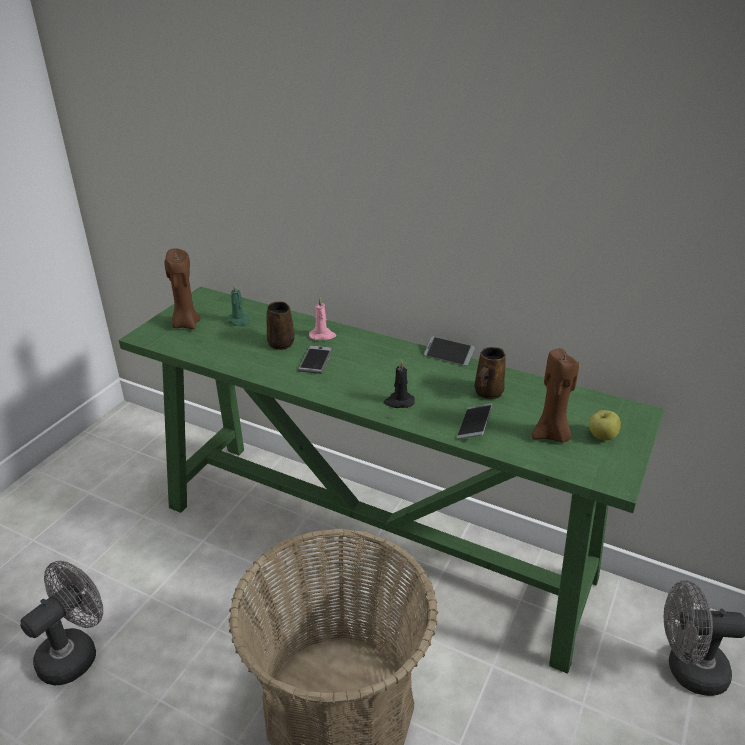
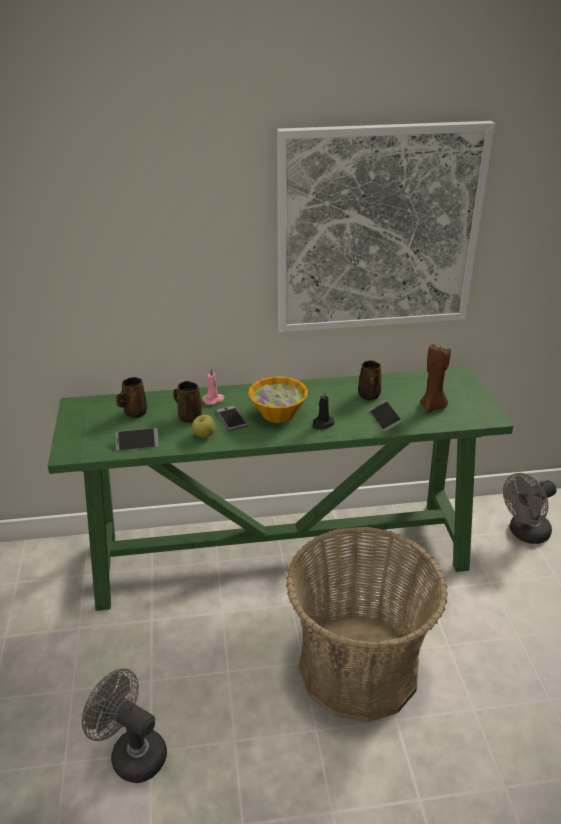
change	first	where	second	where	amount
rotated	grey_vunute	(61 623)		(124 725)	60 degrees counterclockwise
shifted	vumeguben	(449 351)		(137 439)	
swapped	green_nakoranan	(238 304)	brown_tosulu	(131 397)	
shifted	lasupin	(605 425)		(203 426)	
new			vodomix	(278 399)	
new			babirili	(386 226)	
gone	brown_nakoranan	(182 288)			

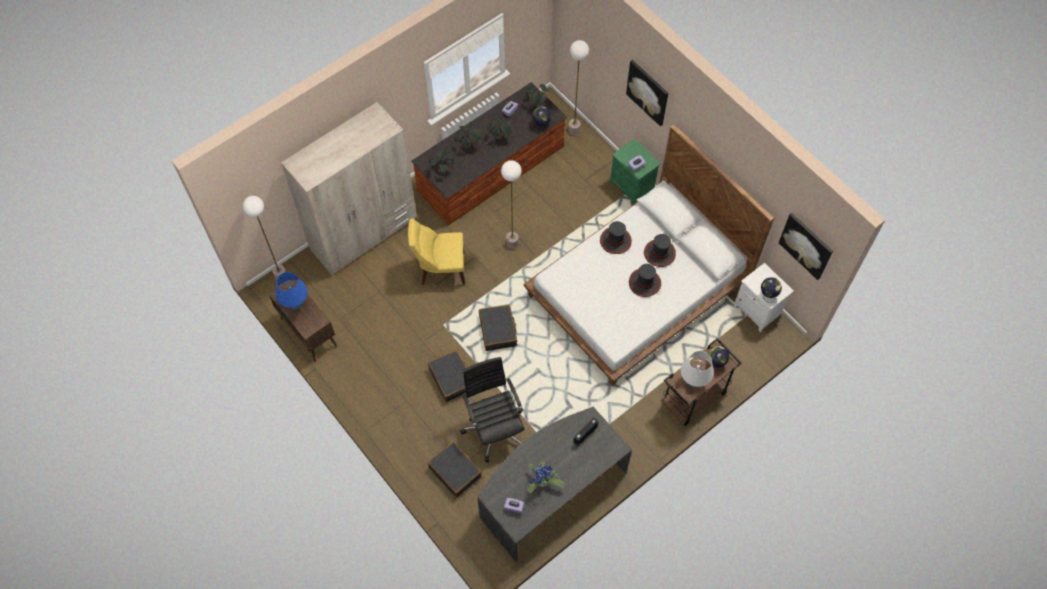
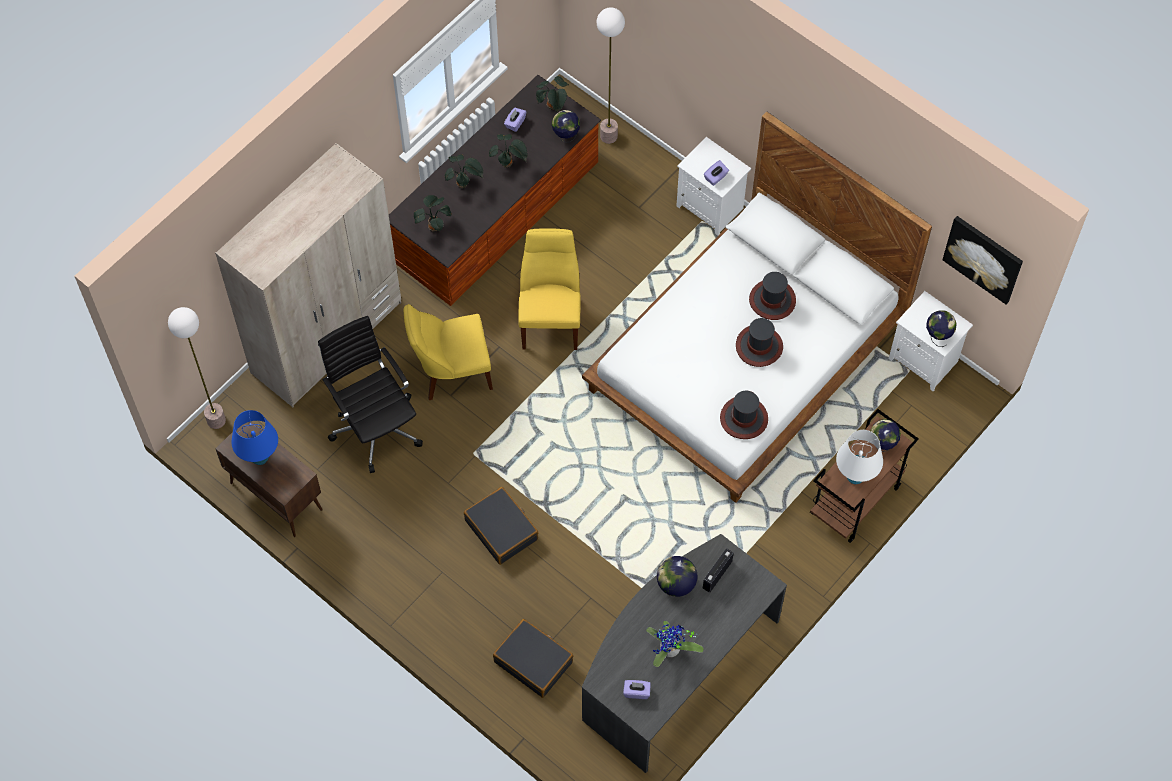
change	first	where	second	where	amount
shifted	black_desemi	(492 409)		(370 394)	
swapped	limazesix	(511 204)	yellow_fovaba	(549 289)	
new			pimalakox	(677 576)	
repainted	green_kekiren	(635 172)	white_kekiren	(713 186)	
shifted	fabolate	(616 237)		(744 414)	
gone	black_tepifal	(498 327)			
gone	babirili	(647 93)			

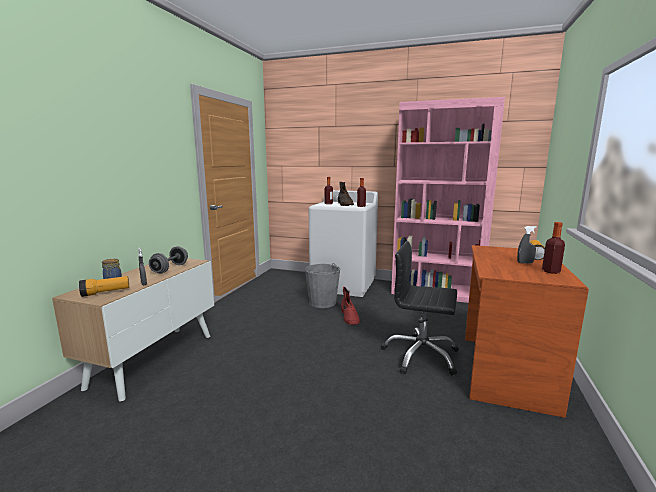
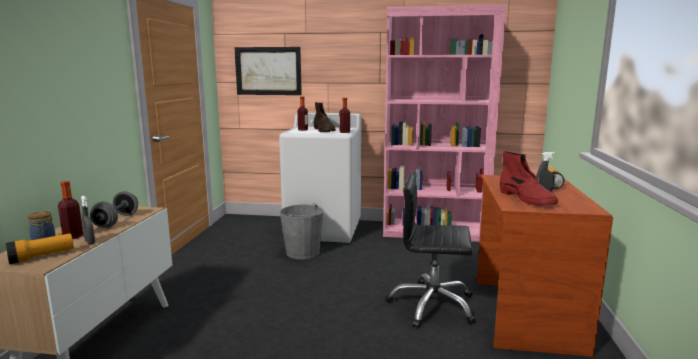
change	first	where	second	where	amount
shifted	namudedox	(553 248)		(70 210)	
new			babirili	(268 71)	
shifted	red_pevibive	(350 306)		(529 178)	

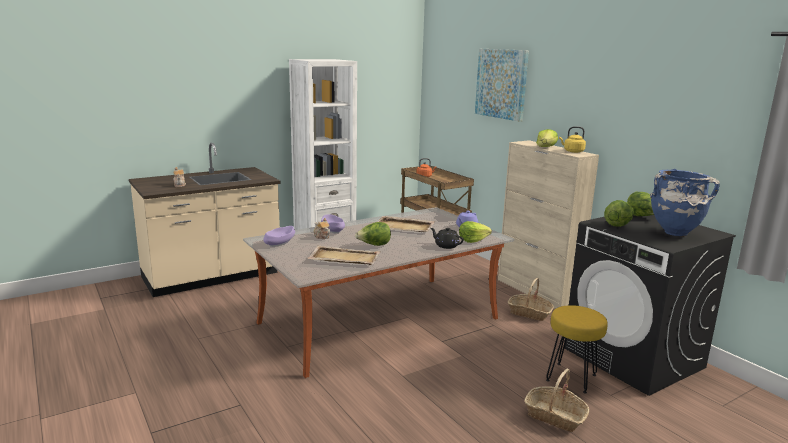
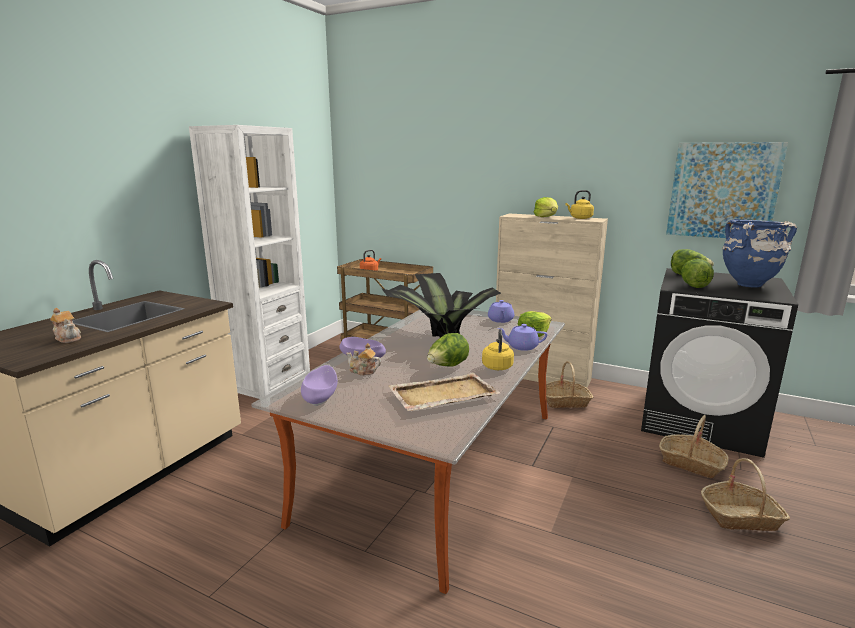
change	first	where	second	where	amount
swapped	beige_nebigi	(406 224)	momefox	(441 305)	
new			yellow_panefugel	(498 349)	
repainted	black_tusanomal	(447 238)	purple_tusanomal	(522 337)	
swapped	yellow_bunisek	(577 349)	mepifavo	(693 446)	
shifted	babirili	(502 85)		(727 190)	

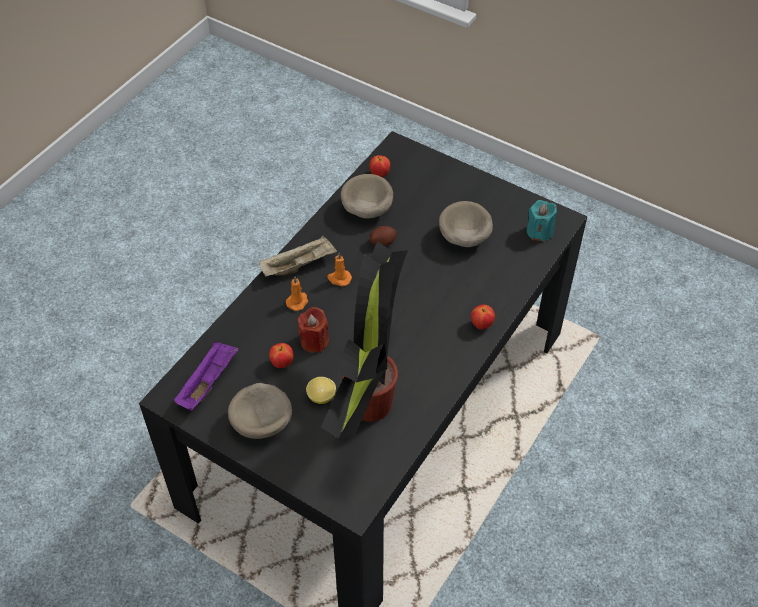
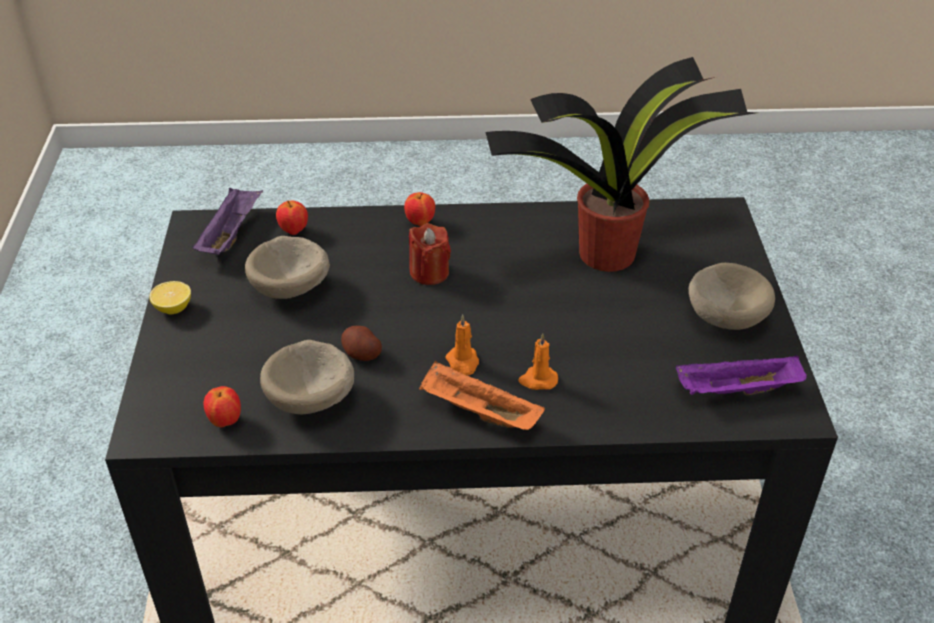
change	first	where	second	where	amount
shifted	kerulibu	(321 390)		(170 298)	
swapped	turquoise_nakoranan	(542 220)	purple_nebigi	(227 221)	
shifted	lasupin	(281 355)		(292 217)	
shifted	red_nakoranan	(313 329)		(430 254)	
repainted	beige_nebigi	(298 256)	orange_nebigi	(482 395)	

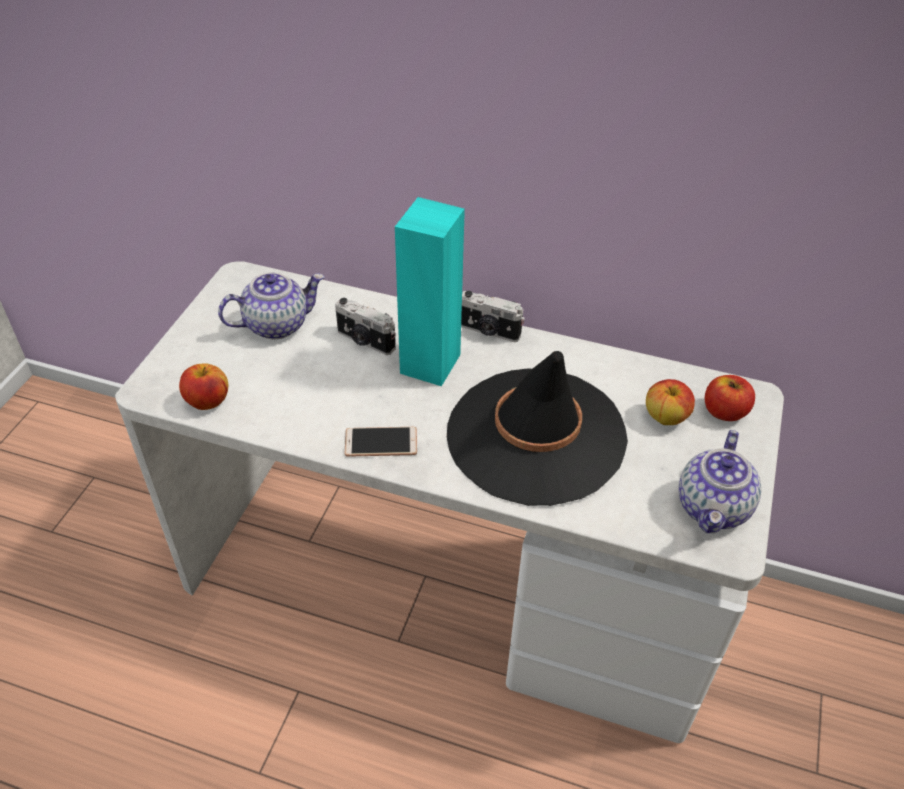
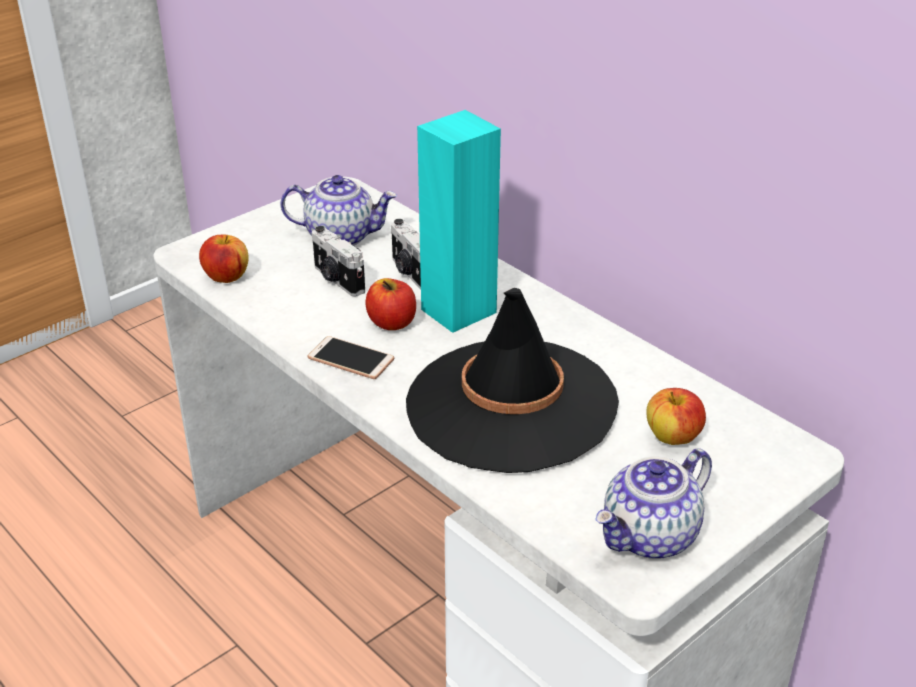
change	first	where	second	where	amount
shifted	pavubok	(493 316)		(338 261)	
shifted	lasupin	(730 398)		(391 304)	

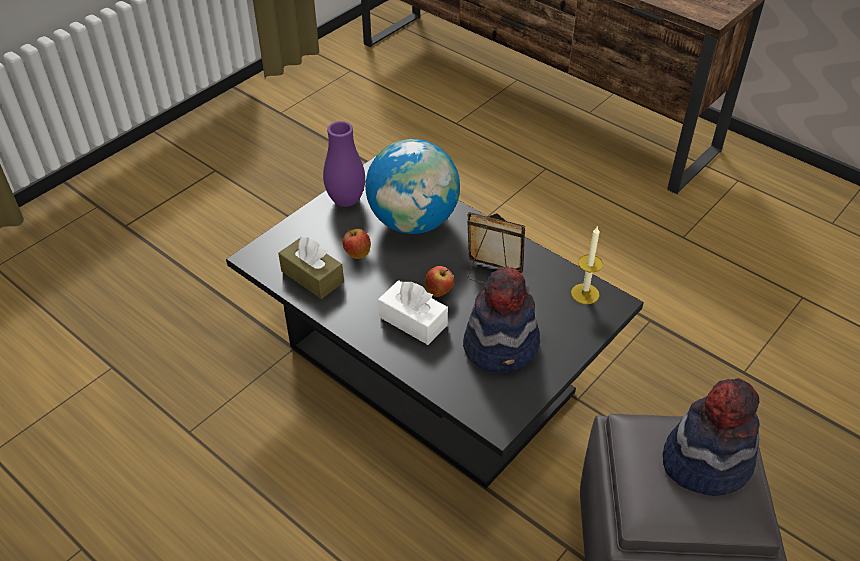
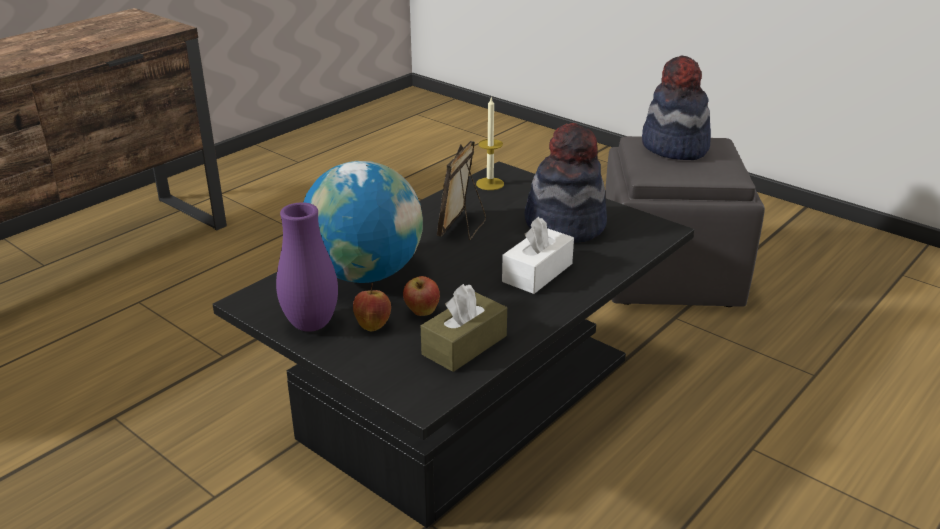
change	first	where	second	where	amount
shifted	lasupin	(439 281)		(372 307)	

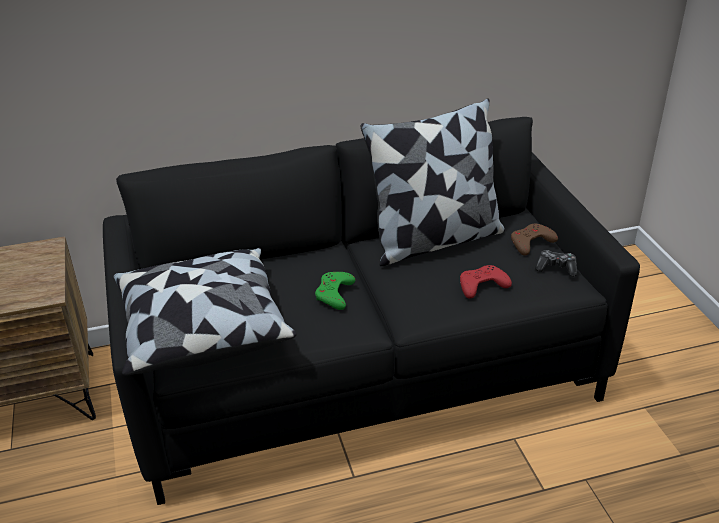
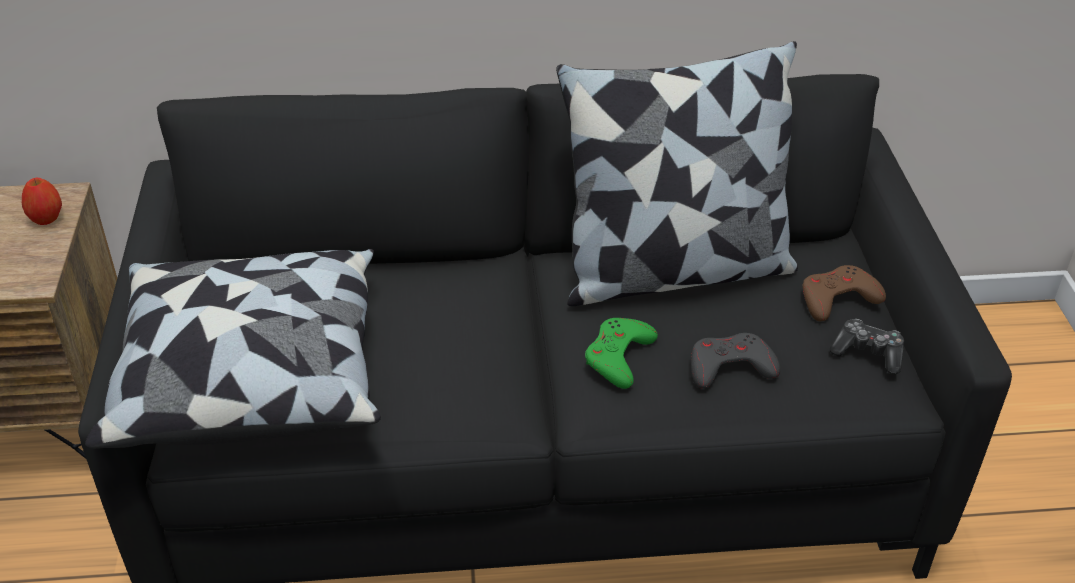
change	first	where	second	where	amount
new			lasupin	(42 201)	
shifted	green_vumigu	(335 291)		(621 353)	
repainted	red_vumigu	(486 281)	grey_vumigu	(735 361)	

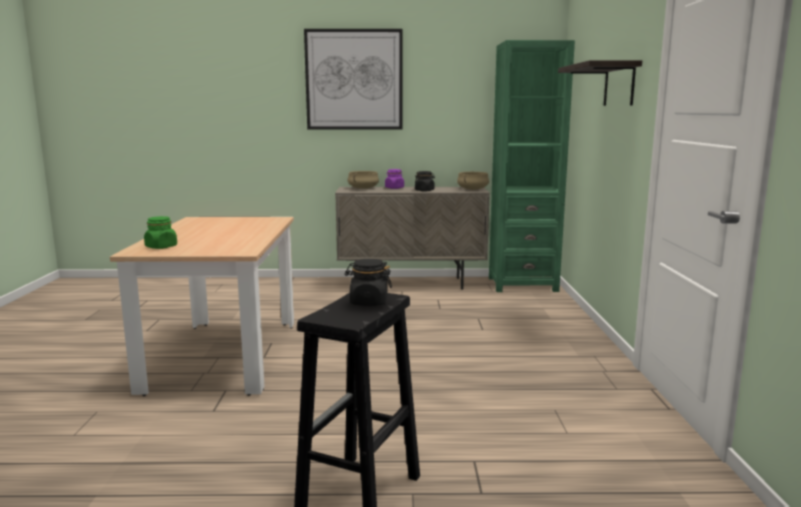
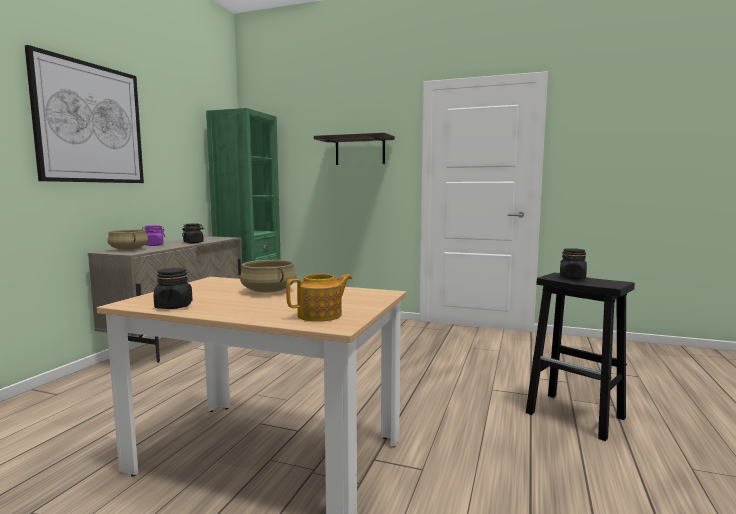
change	first	where	second	where	amount
new			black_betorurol	(173 288)	
shifted	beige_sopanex	(473 181)		(268 276)	
swapped	green_betorurol	(160 232)	tusanomal	(319 298)	

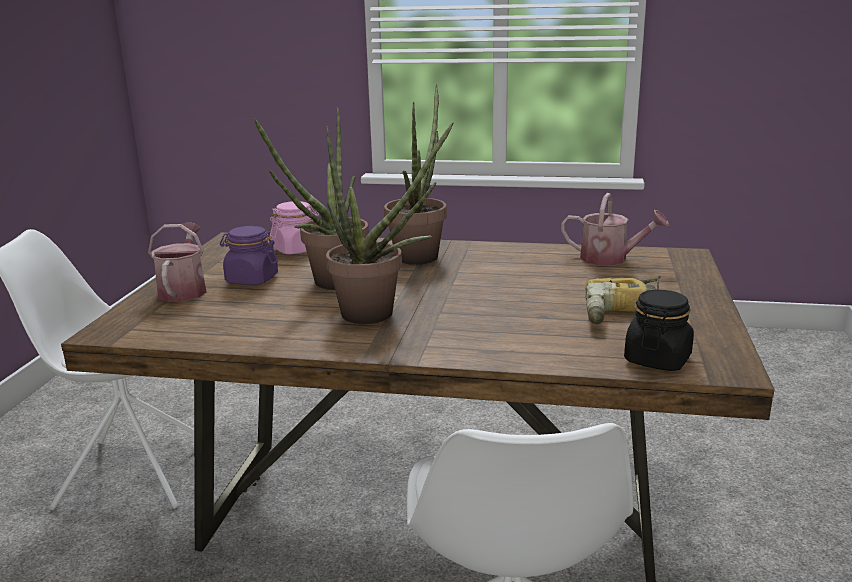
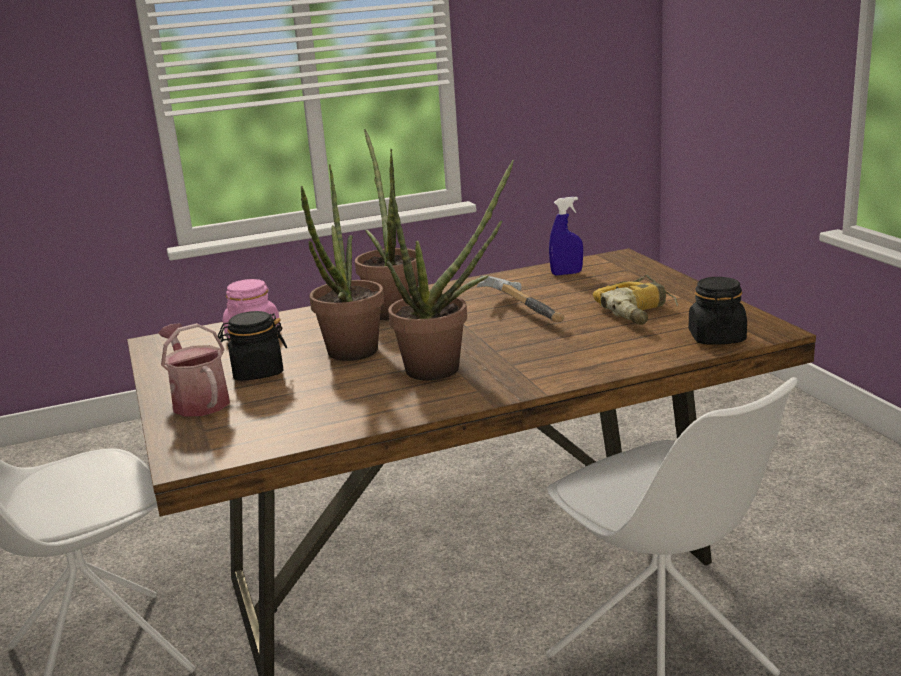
change	first	where	second	where	amount
repainted	purple_betorurol	(249 255)	black_betorurol	(252 346)	
new			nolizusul	(520 298)	
swapped	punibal	(615 229)	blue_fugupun	(566 236)	

